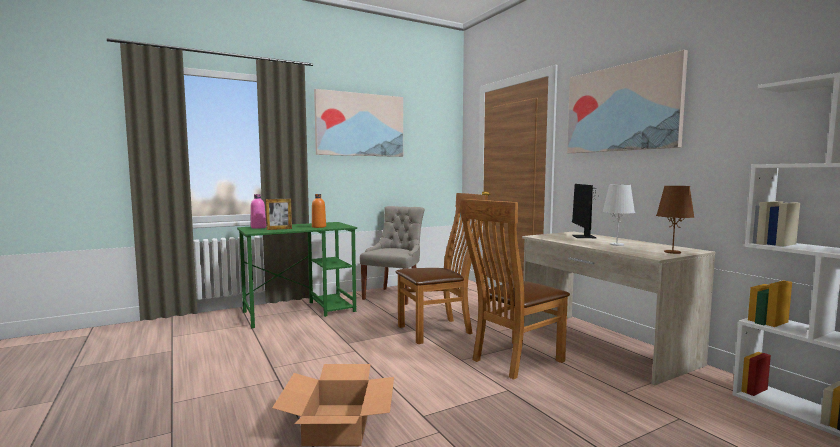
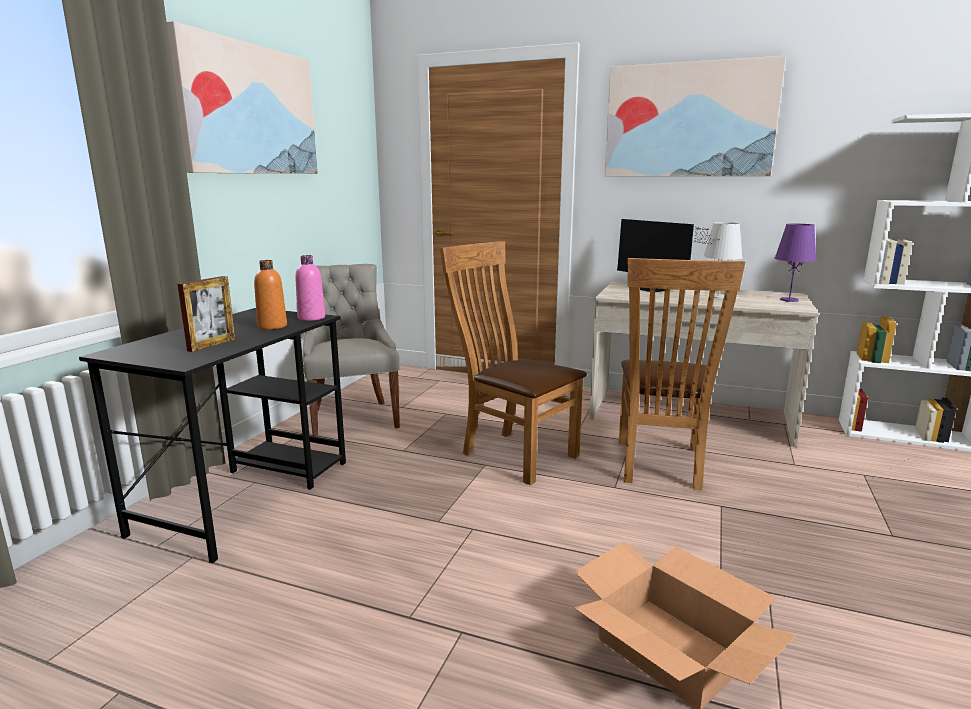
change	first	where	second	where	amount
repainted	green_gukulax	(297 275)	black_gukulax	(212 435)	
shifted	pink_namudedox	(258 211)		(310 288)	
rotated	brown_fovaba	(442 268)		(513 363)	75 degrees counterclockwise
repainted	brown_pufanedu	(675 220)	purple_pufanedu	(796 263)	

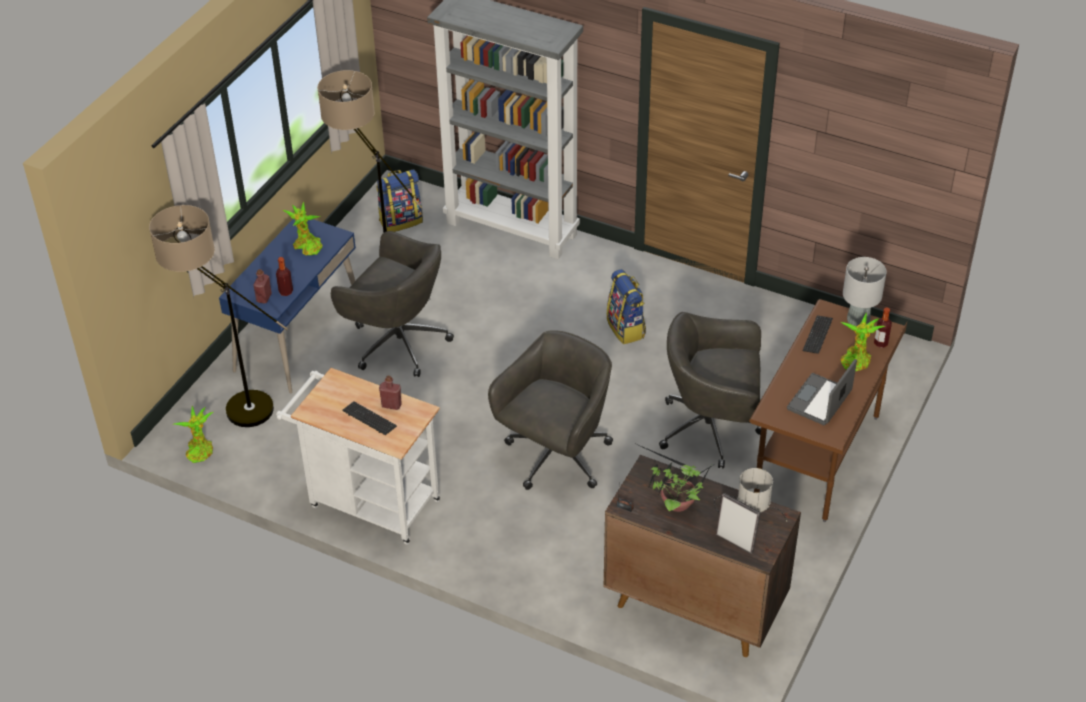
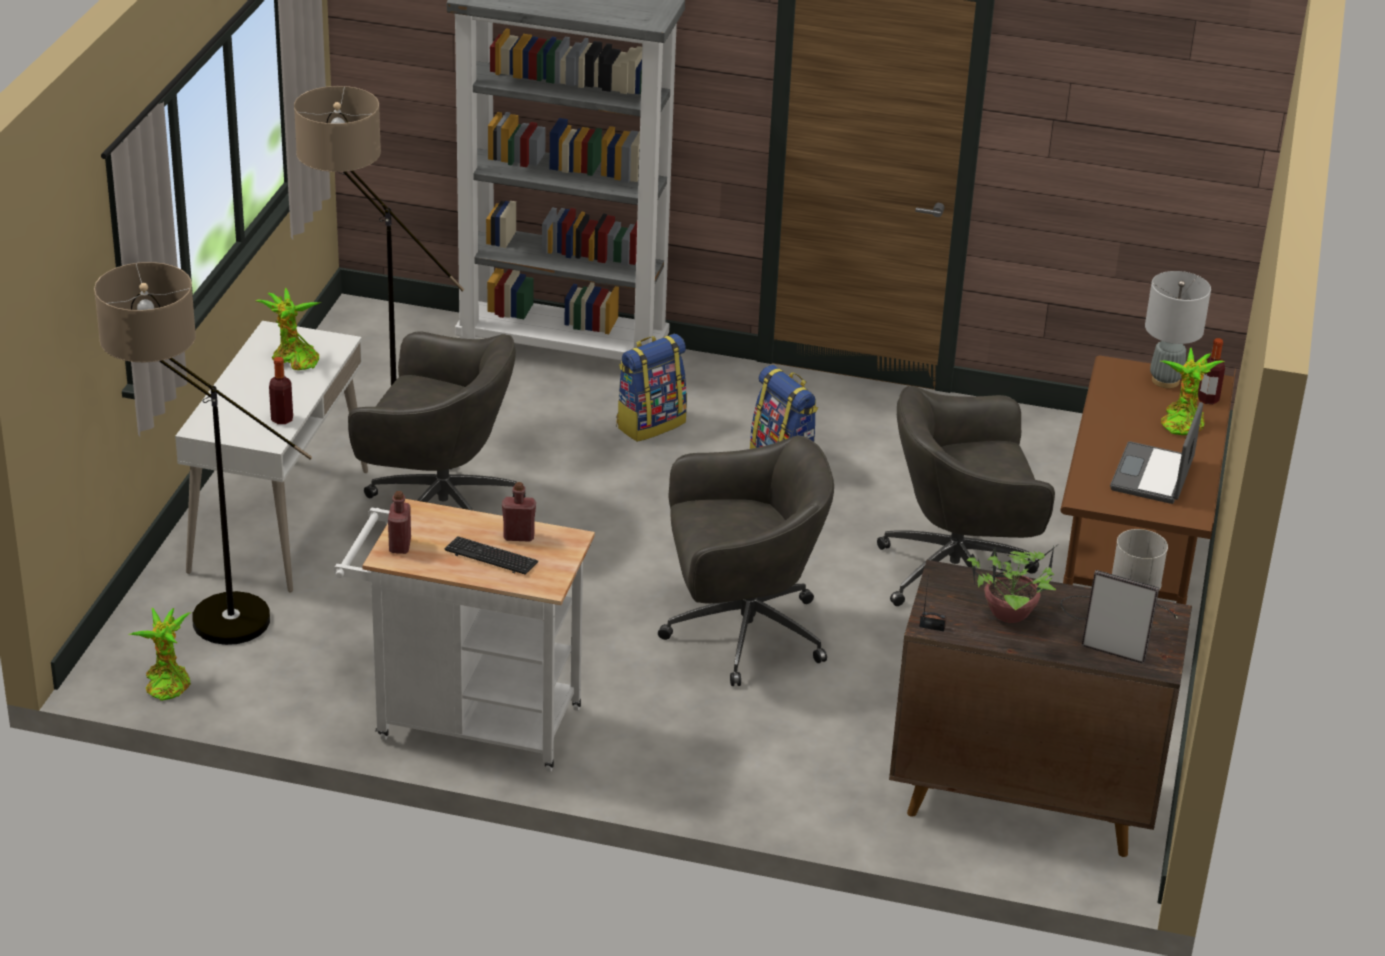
change	first	where	second	where	amount
repainted	blue_gukulax	(287 306)	white_gukulax	(271 457)	
shifted	red_namudedox	(262 286)		(399 522)	
shifted	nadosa	(399 200)		(651 388)	
rotated	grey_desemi	(550 410)		(746 561)	60 degrees clockwise
gone	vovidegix	(818 334)			

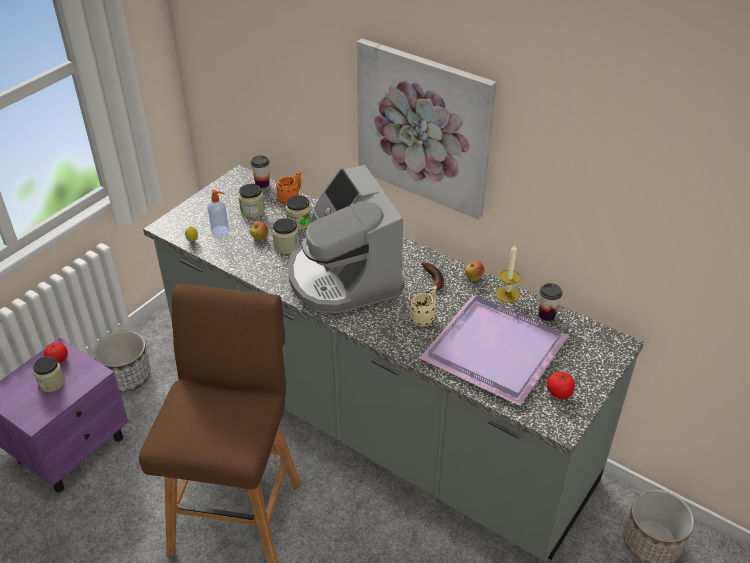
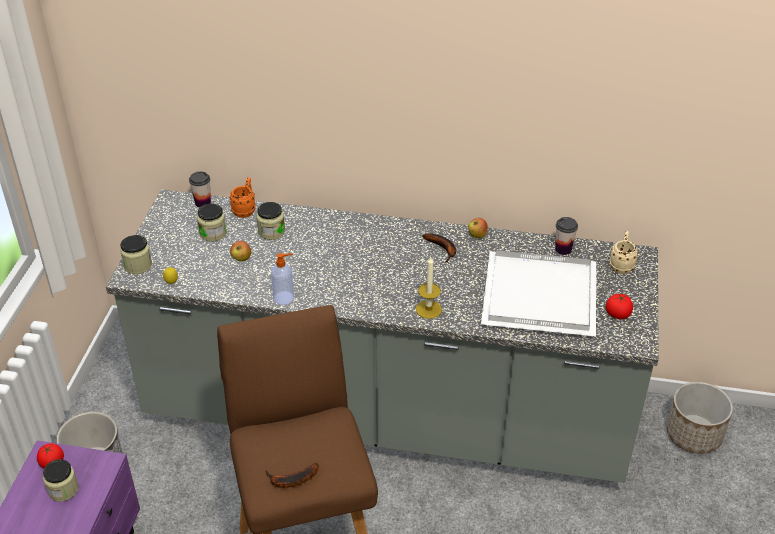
change	first	where	second	where	amount
shifted	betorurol	(285 236)		(136 254)	
new			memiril	(292 475)	
shifted	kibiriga	(218 213)		(282 279)	
shifted	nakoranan	(508 274)		(429 288)	
repainted	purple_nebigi	(494 350)	white_nebigi	(538 293)	
shifted	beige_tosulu	(423 306)		(623 252)	
gone	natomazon	(346 239)			
gone	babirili	(427 129)			

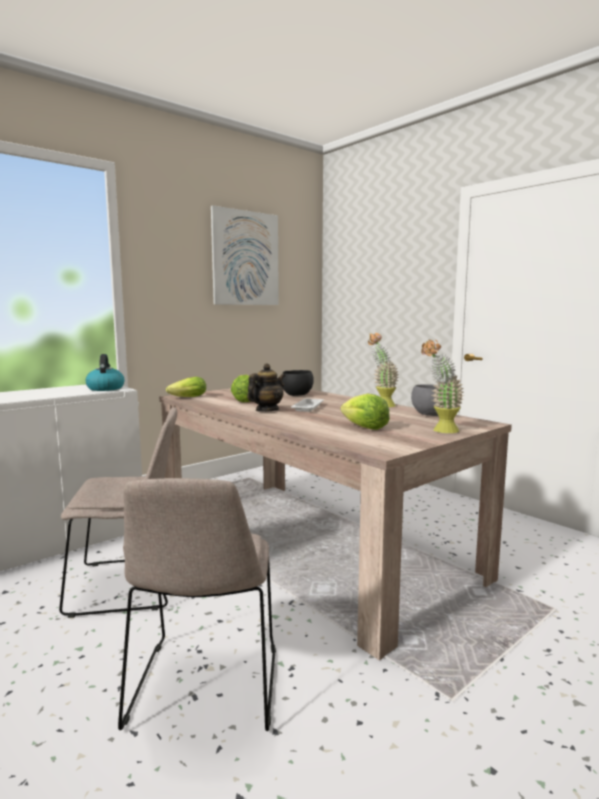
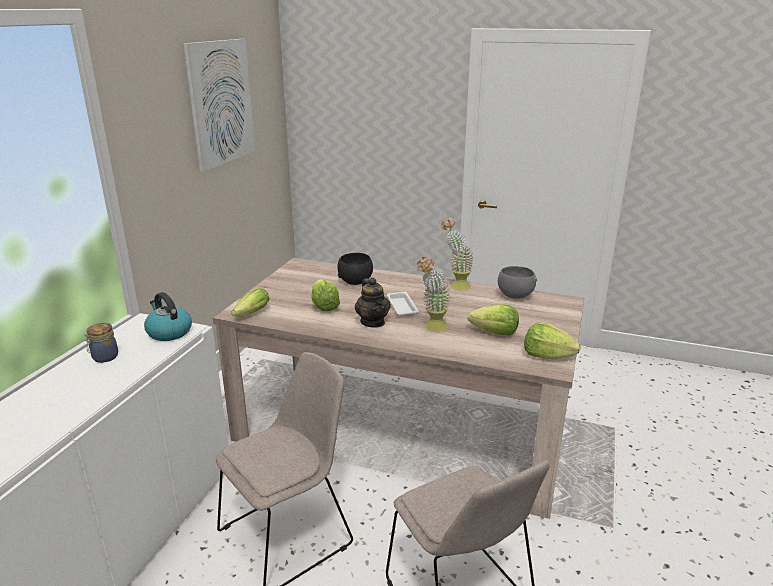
change	first	where	second	where	amount
new			betorurol	(101 343)	
rotated	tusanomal	(266 387)		(373 303)	150 degrees clockwise
shifted	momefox	(442 386)		(434 294)	
new			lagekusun	(552 340)	

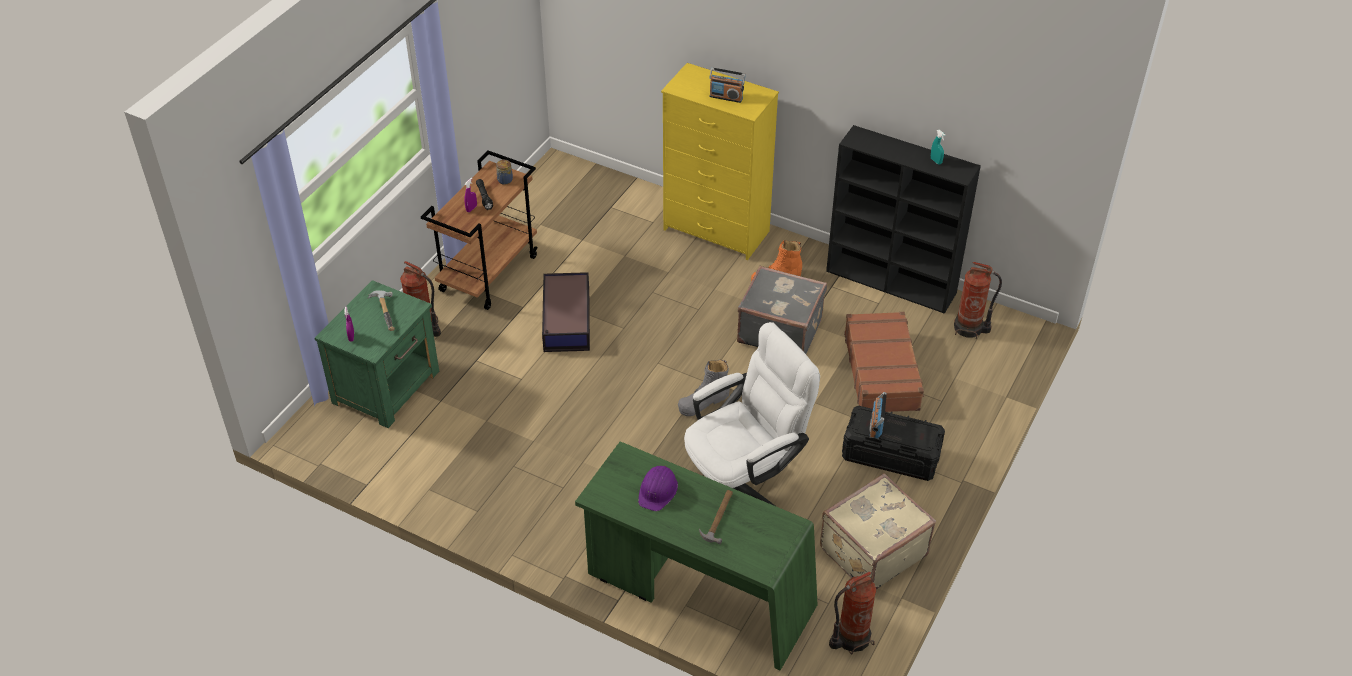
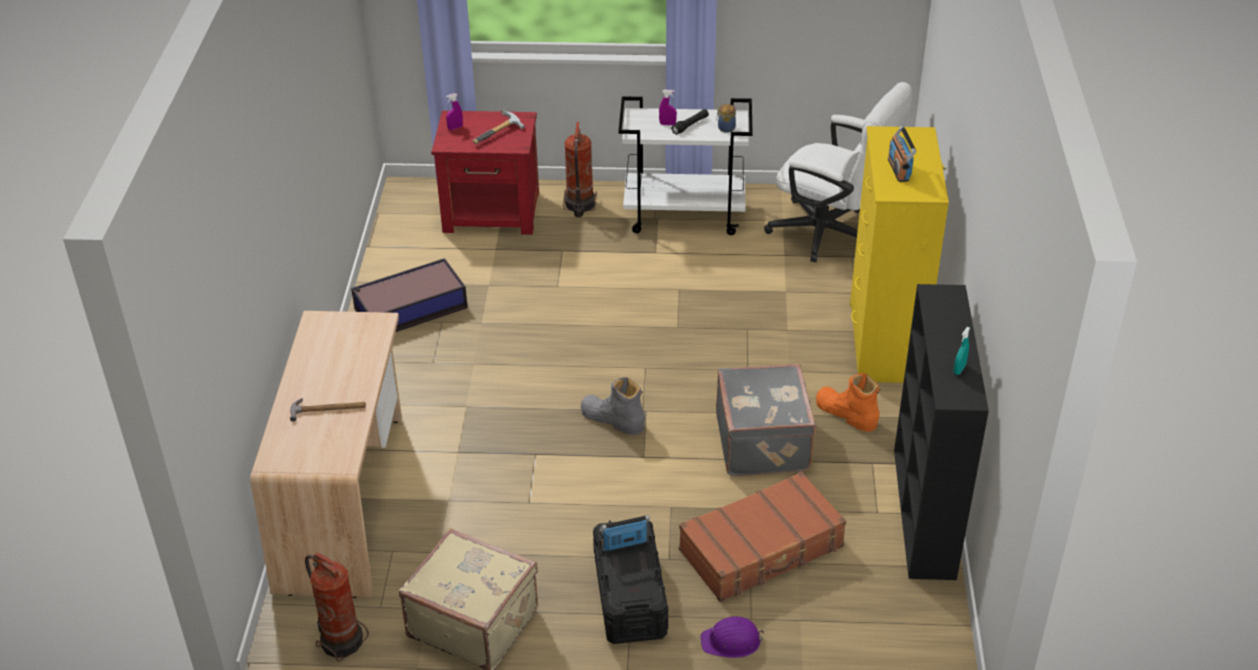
change	first	where	second	where	amount
repainted	green_gukulax	(696 555)	beige_gukulax	(326 454)	
shifted	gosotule	(566 312)		(409 295)	
repainted	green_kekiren	(377 354)	red_kekiren	(485 173)	
repainted	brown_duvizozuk	(479 230)	white_duvizozuk	(685 165)	
shifted	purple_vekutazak	(658 488)		(732 637)	
shifted	white_desemi	(752 414)		(838 172)	
gone	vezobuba	(978 300)			

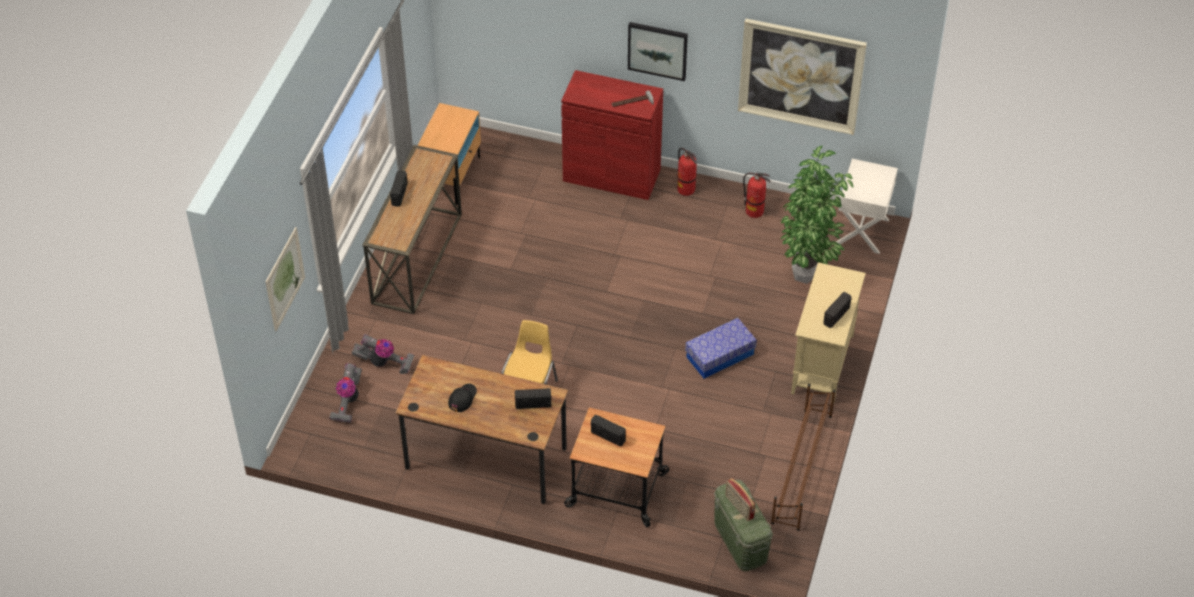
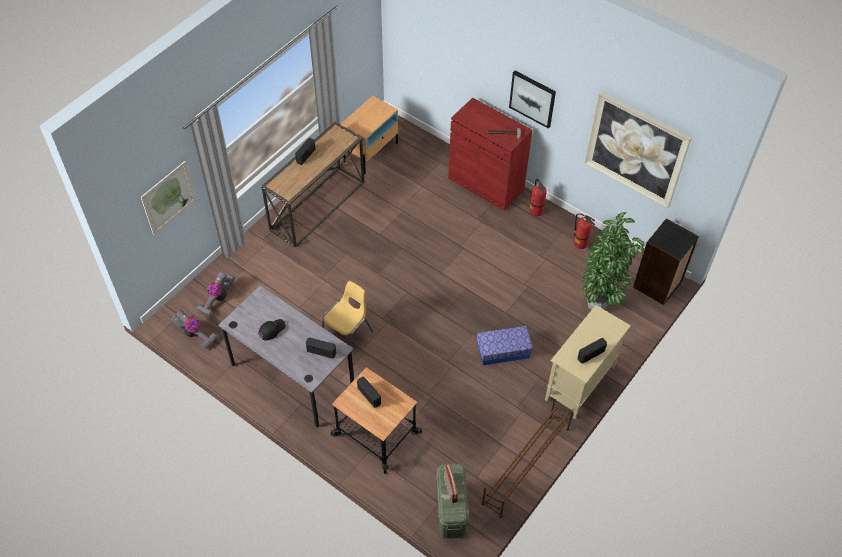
change	first	where	second	where	amount
shifted	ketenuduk	(383 354)		(194 330)	
repainted	brown_gukulax	(481 429)	grey_gukulax	(286 356)	
swapped	white_kekiren	(867 206)	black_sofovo	(666 261)	

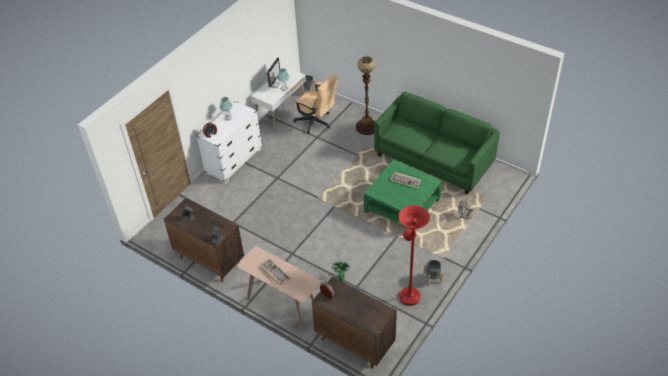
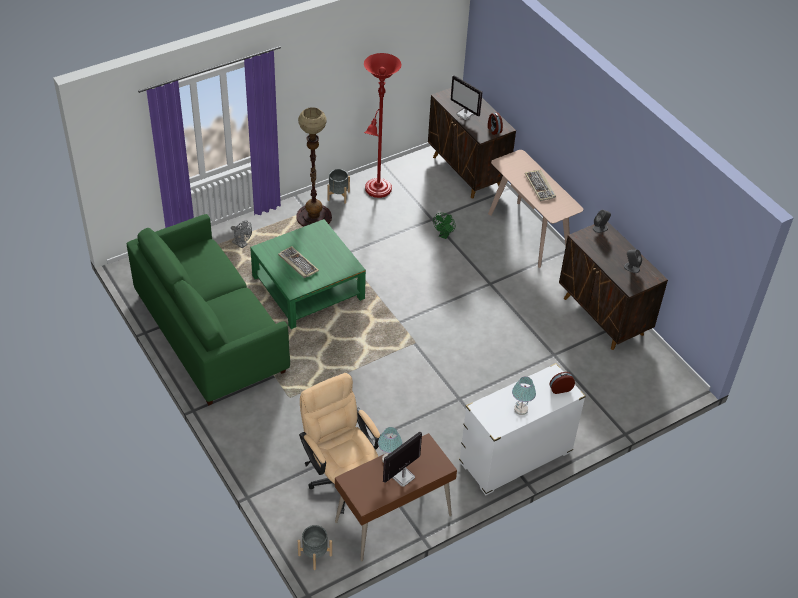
change	first	where	second	where	amount
shifted	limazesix	(366 95)		(314 167)	
repainted	white_gukulax	(278 101)	brown_gukulax	(396 497)	
new			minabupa	(467 97)	

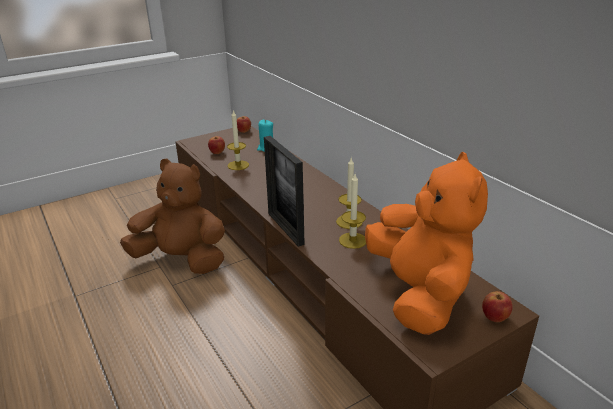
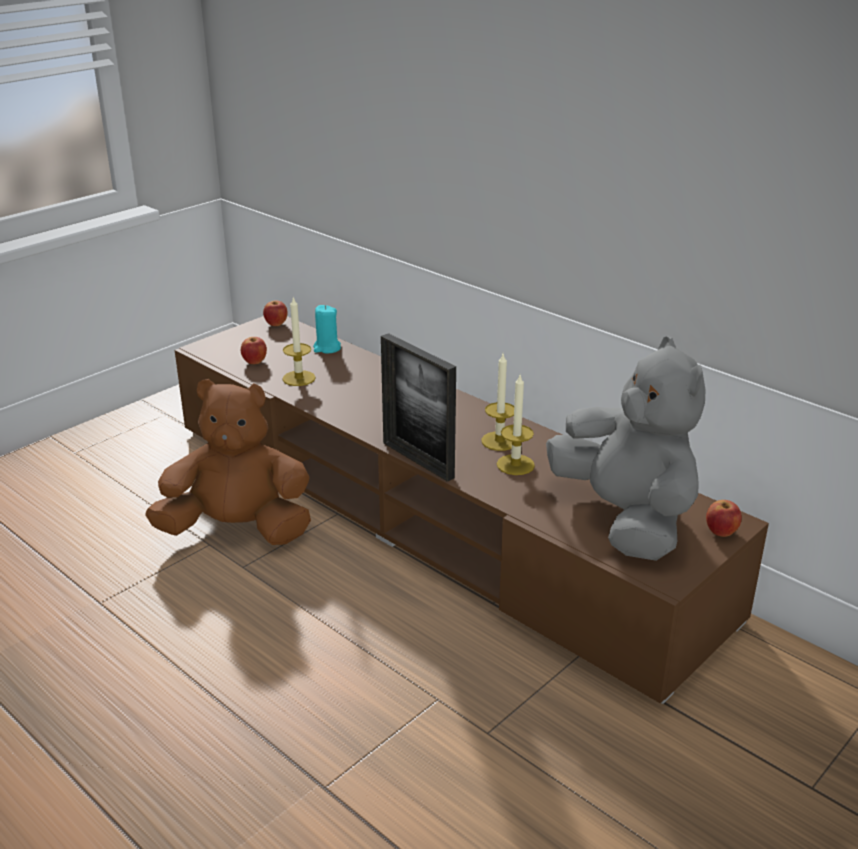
change	first	where	second	where	amount
repainted	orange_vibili	(426 243)	grey_vibili	(626 448)	

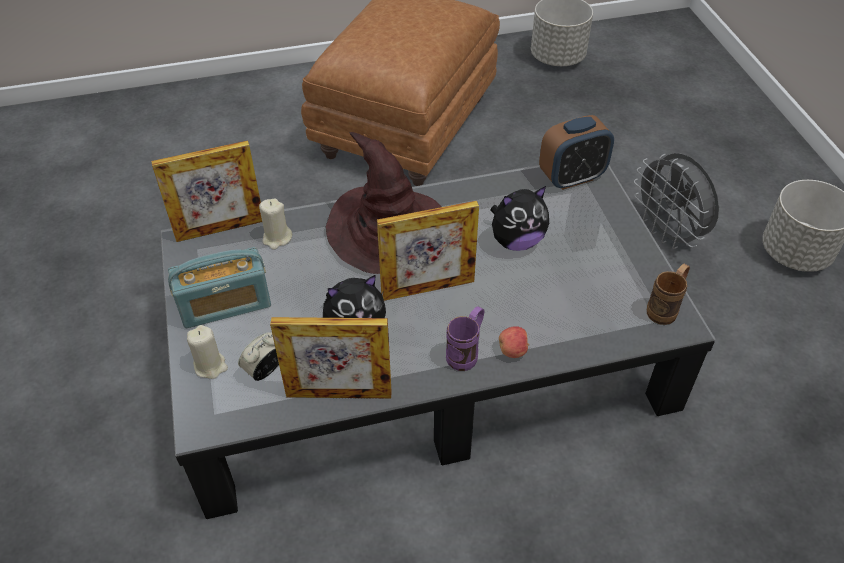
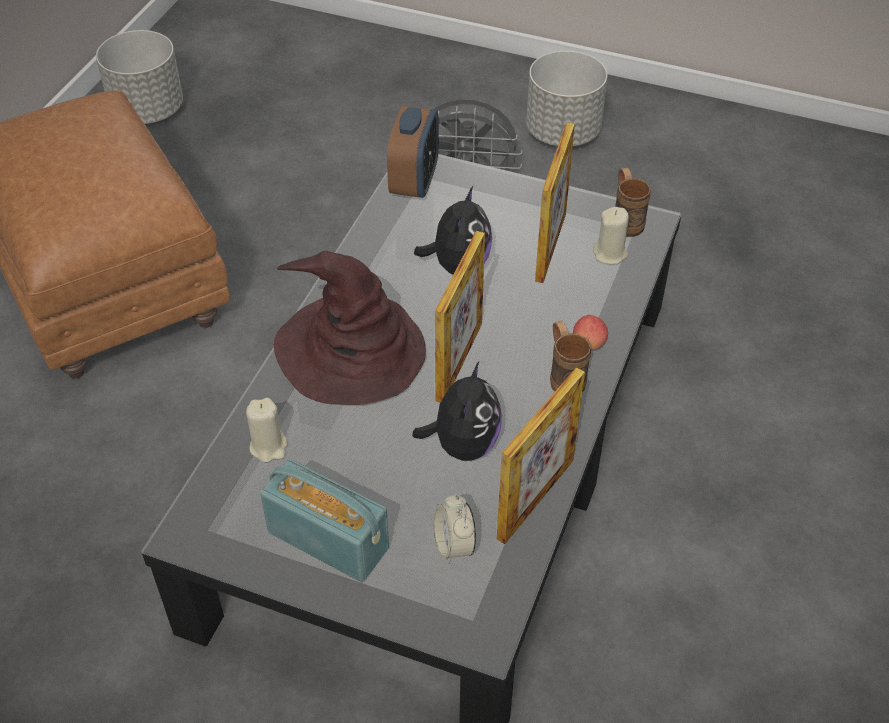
change	first	where	second	where	amount
rotated	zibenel	(219 287)		(324 520)	75 degrees counterclockwise
shifted	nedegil	(206 191)		(555 202)	
repainted	purple_tosulu	(465 338)	brown_tosulu	(570 356)	
shifted	beige_nakoranan	(207 352)		(611 235)	

